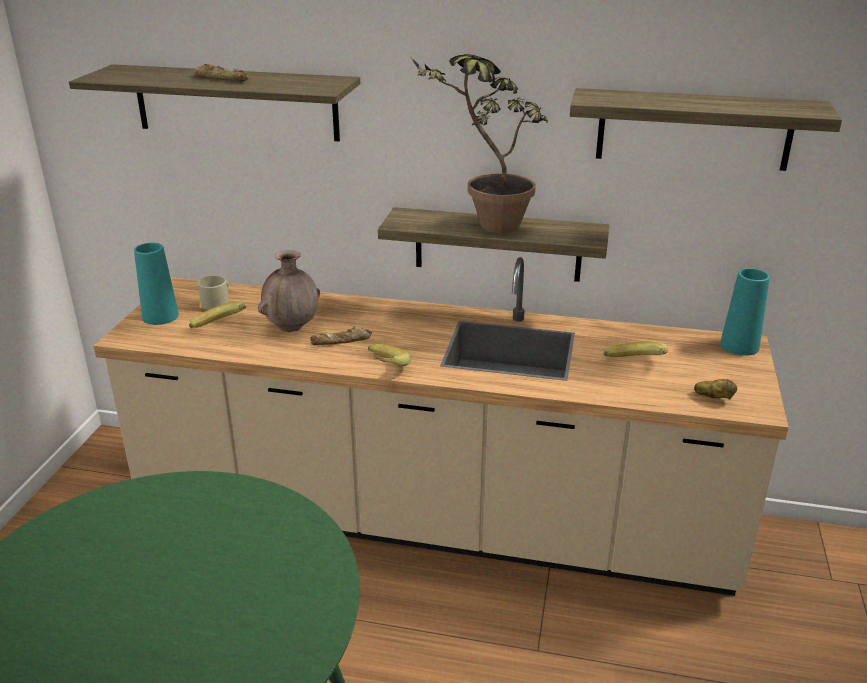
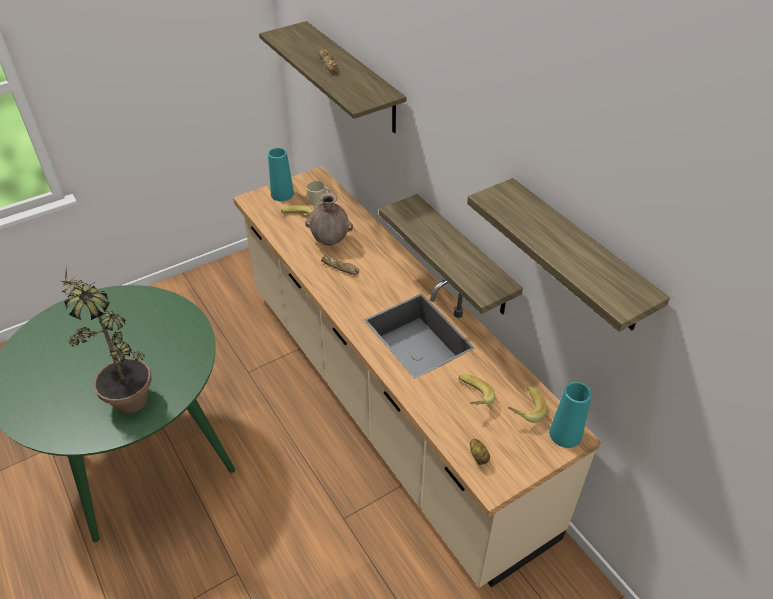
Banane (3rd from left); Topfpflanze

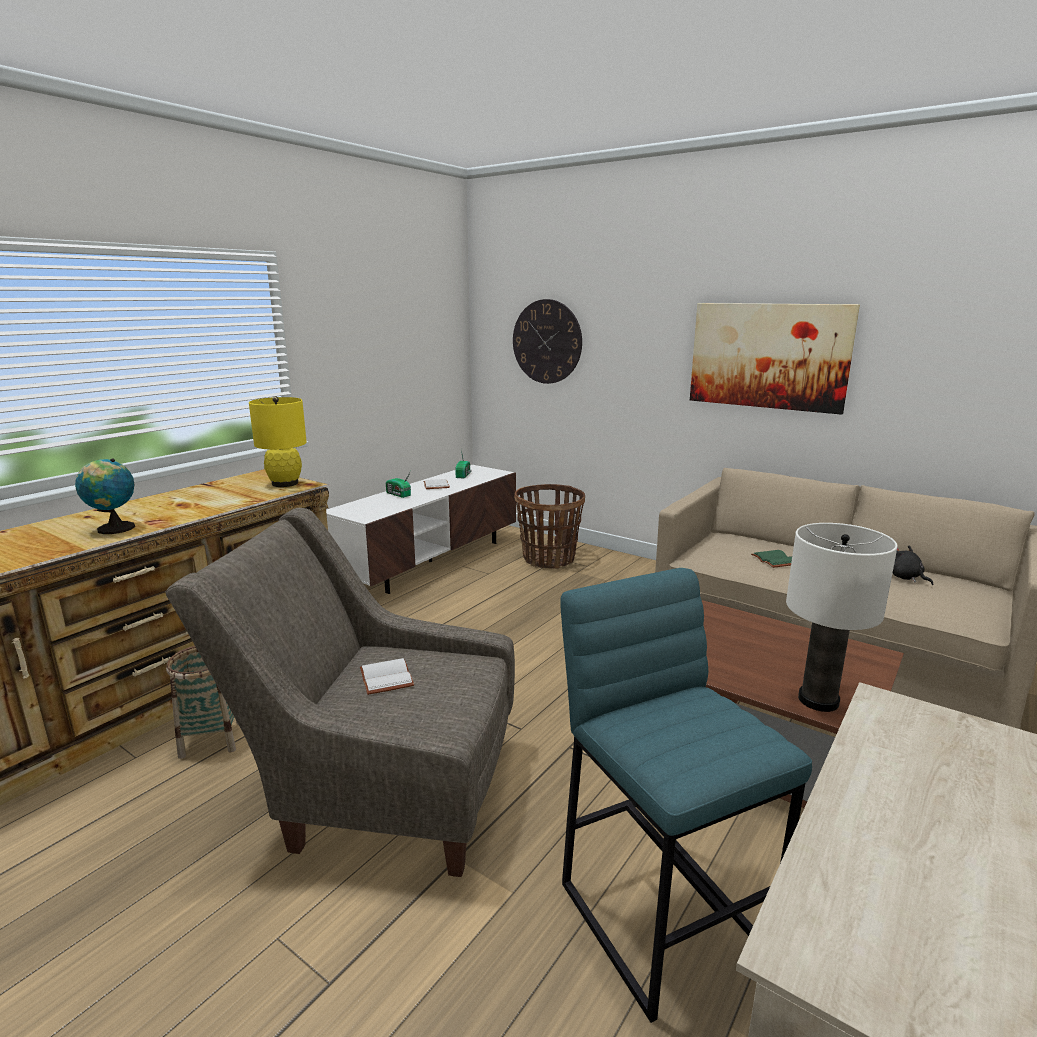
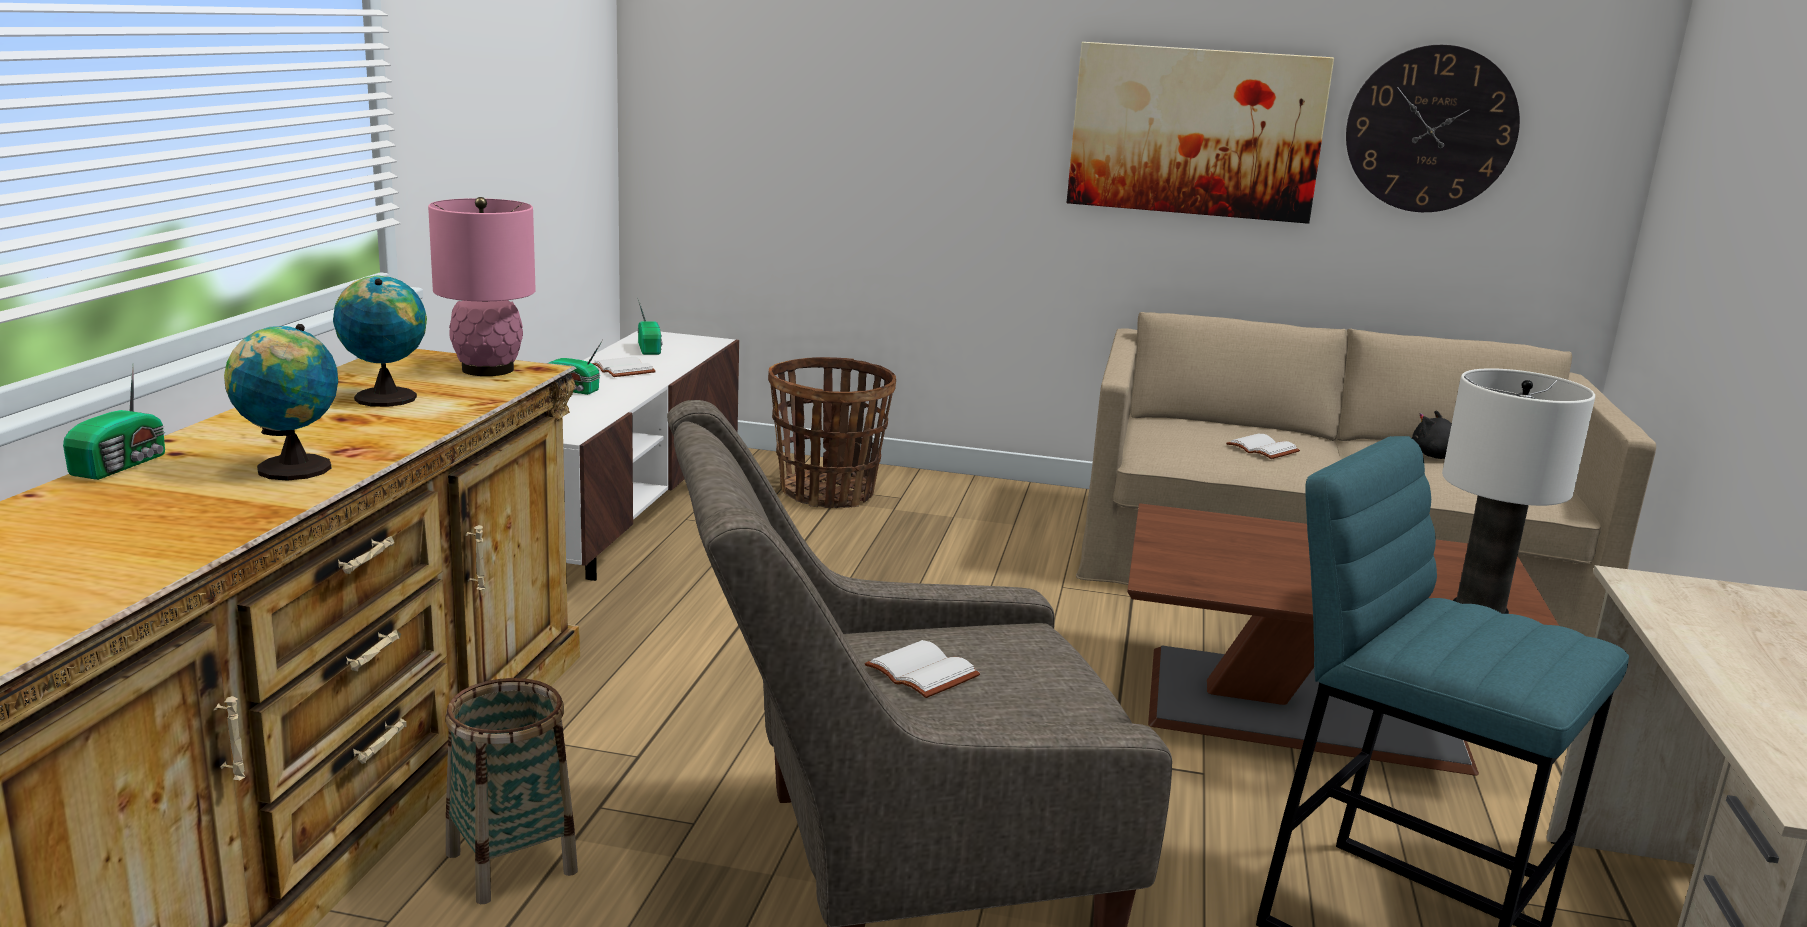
Tischlampe [rosa]; Wanduhr; Buch [weiß] (3rd from left); Radio (1st from left); Globus (2nd from left)

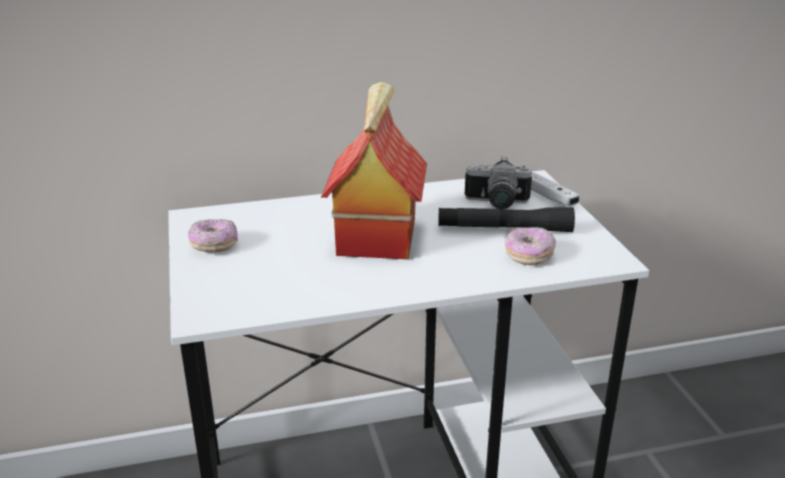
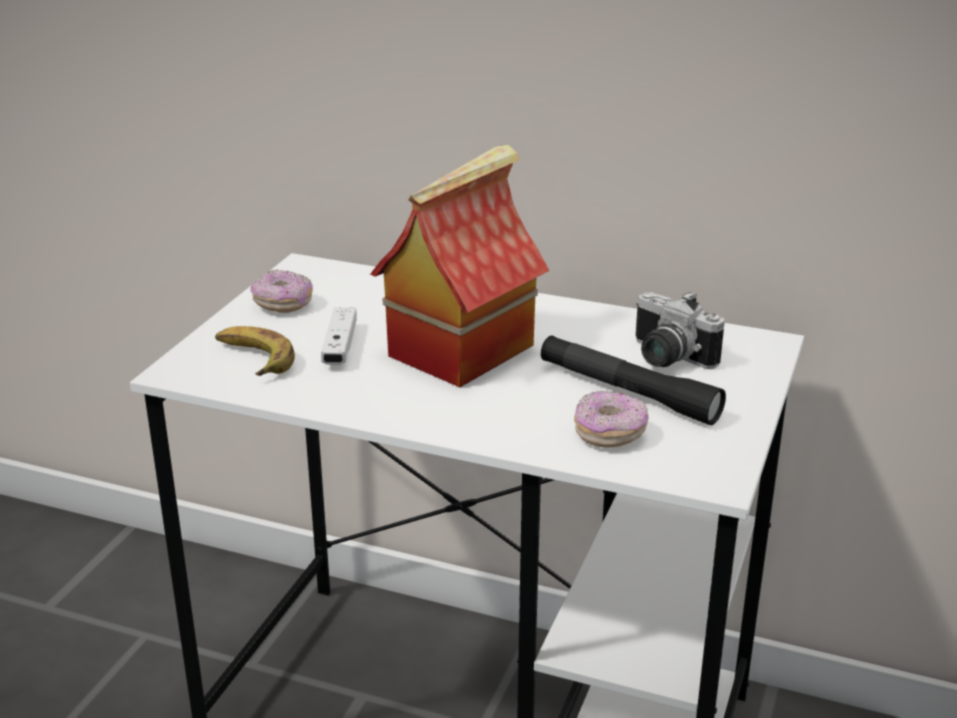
Gamepad [weiß]; Banane

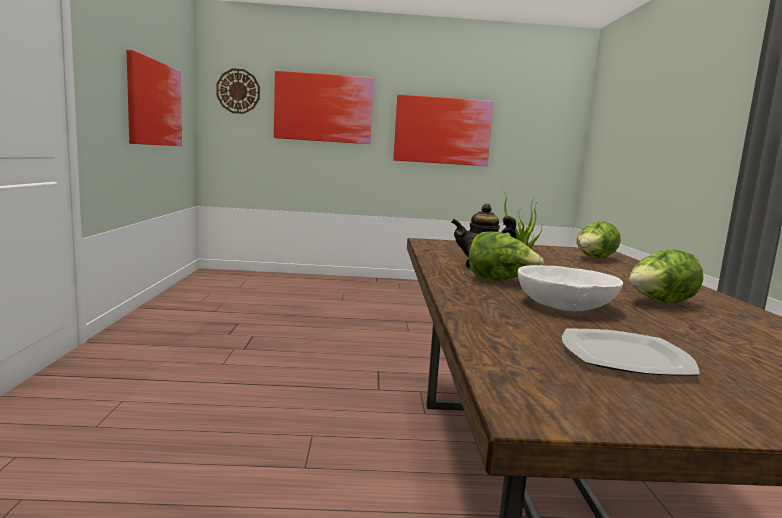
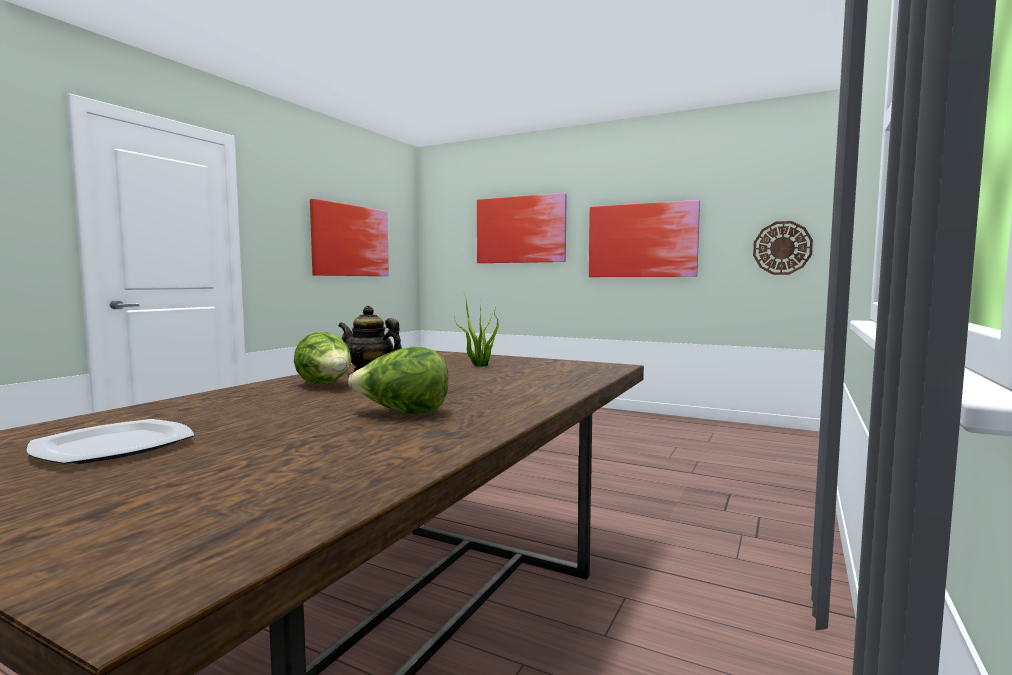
Wanduhr; Schüssel [weiß]; Salatkopf (2nd from left in the first image)

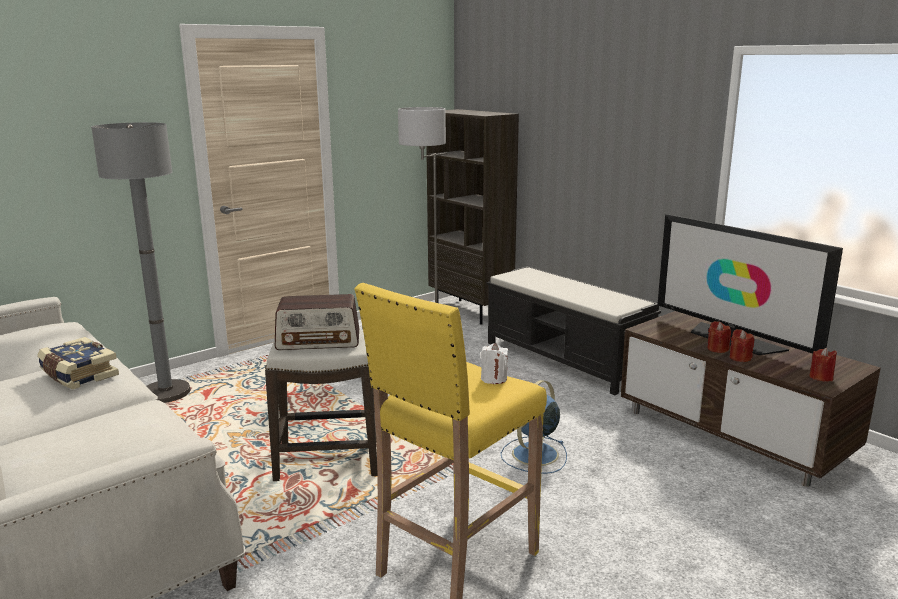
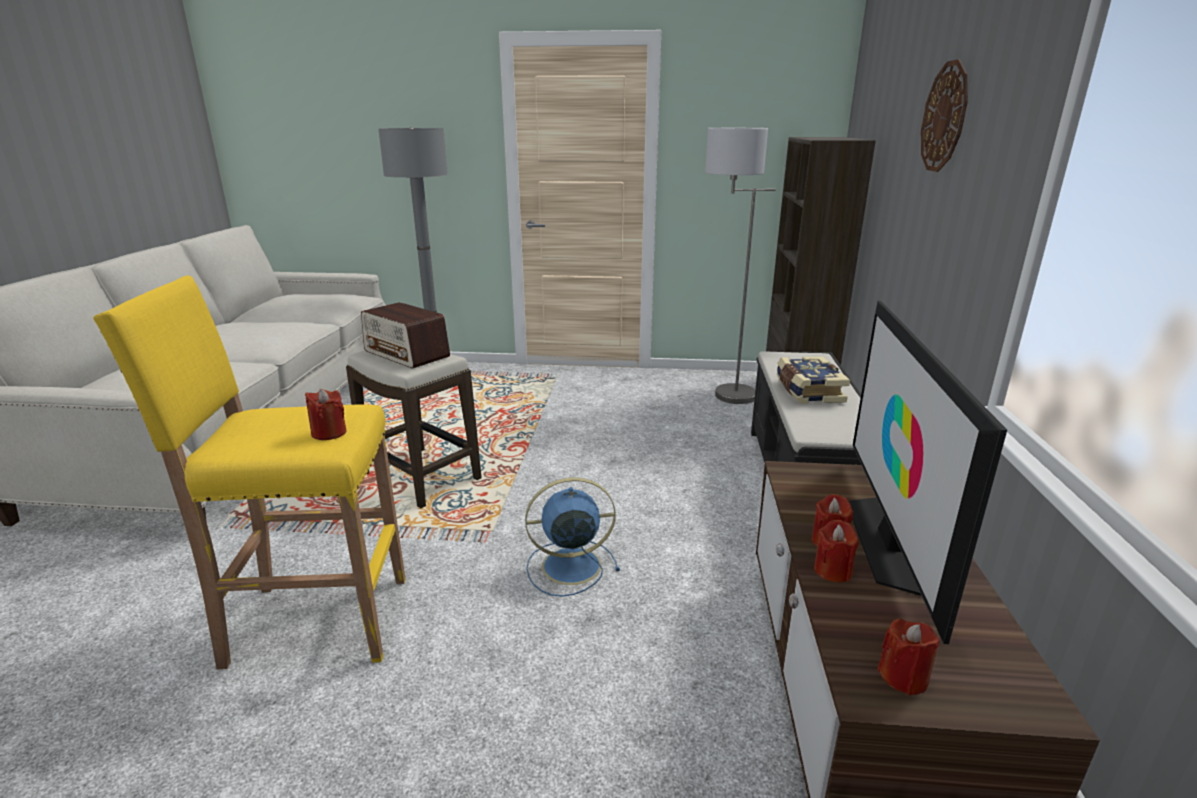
Buch; Kerze [rot] (1st from left); Wanduhr

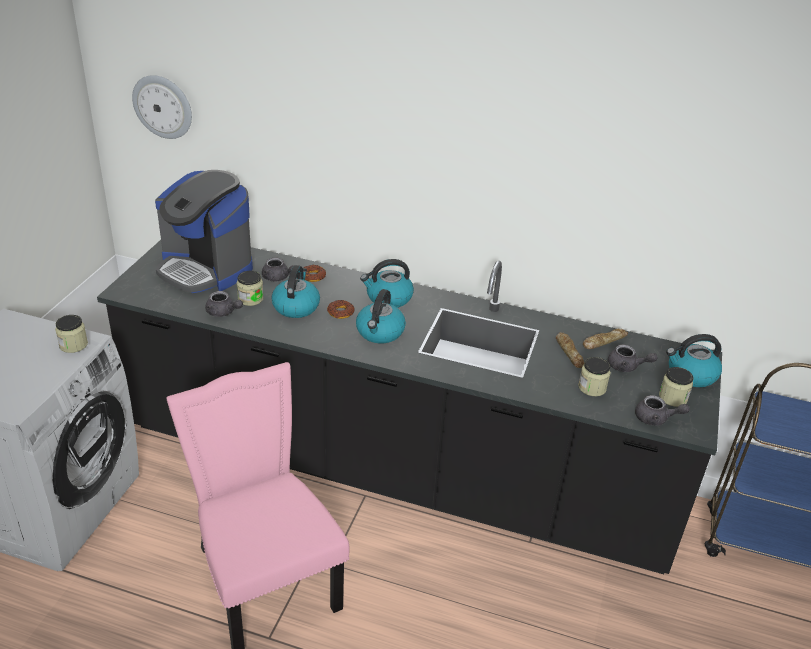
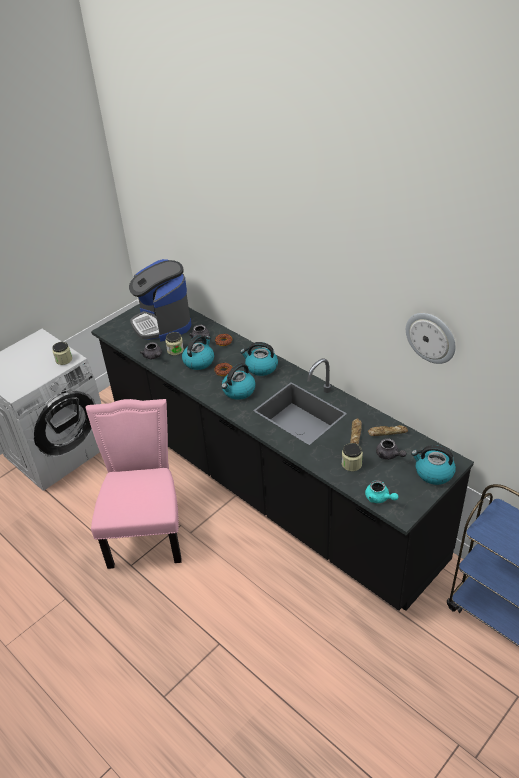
Wanduhr; Teekanne [türkis]; Vorratsglas (4th from left in the first image)

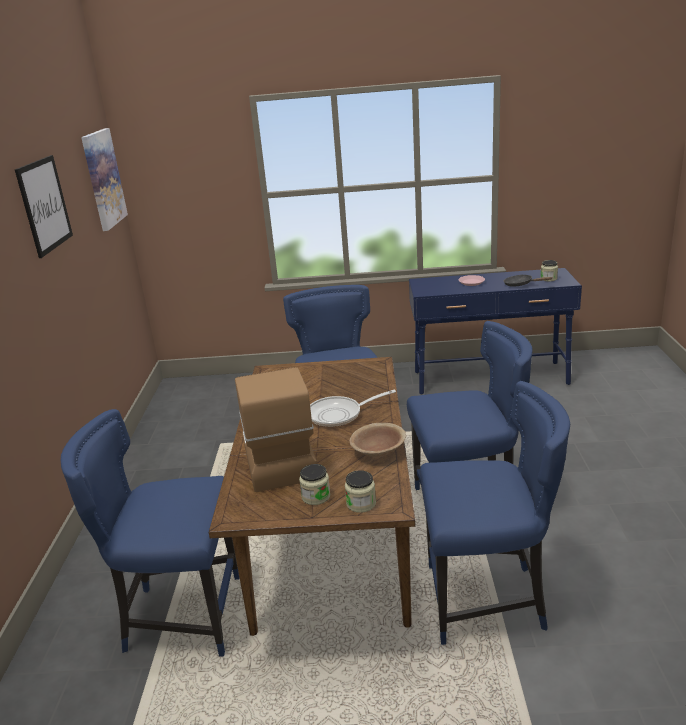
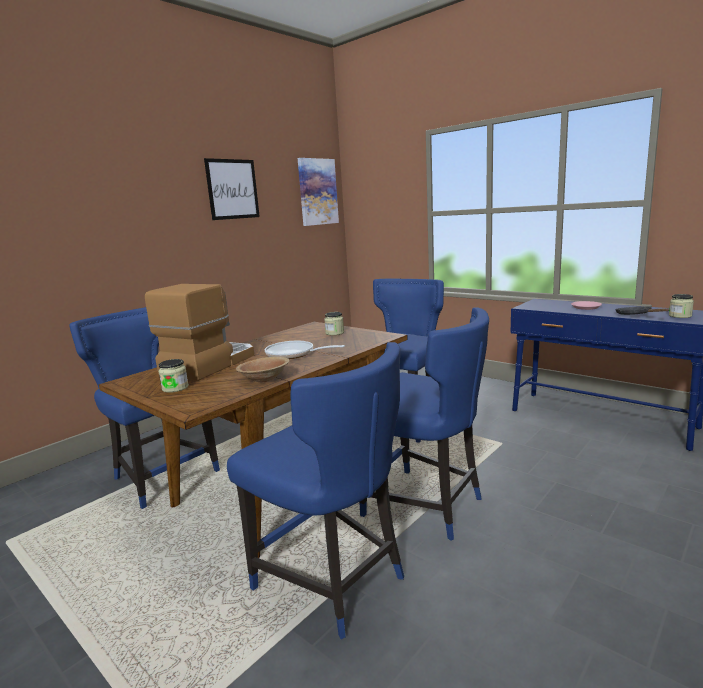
Vorratsglas (2nd from left)

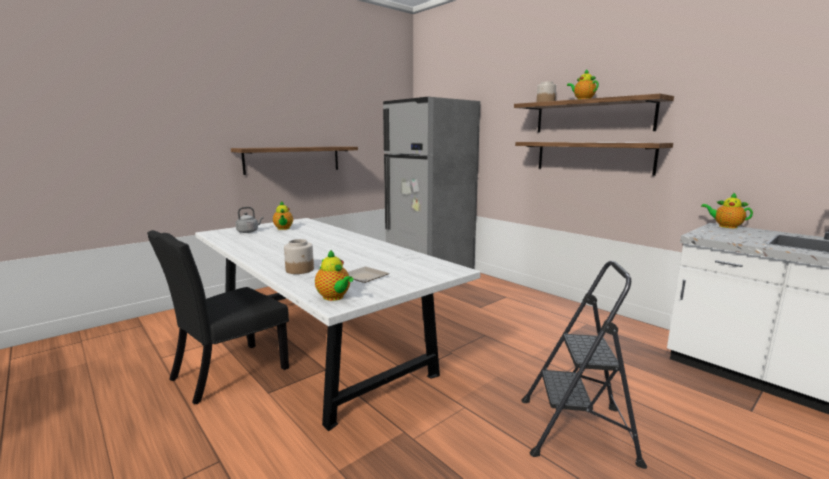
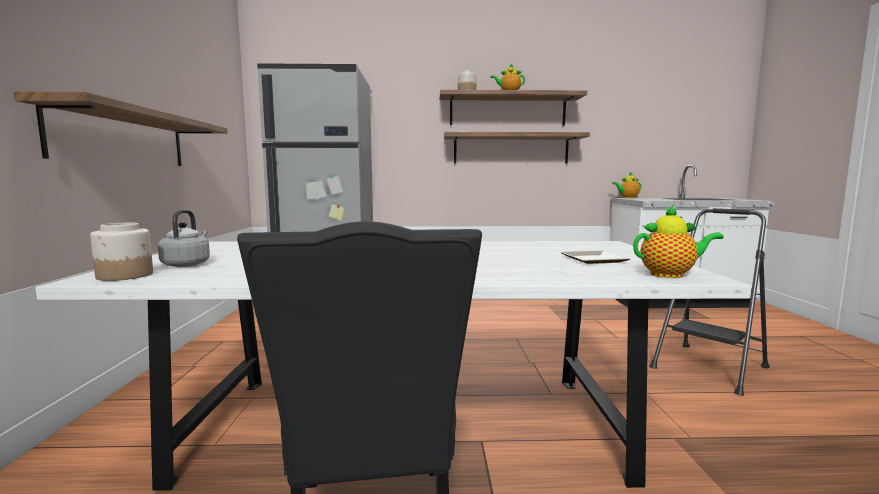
Teekanne (1st from left in the first image); Vorratsglas (1st from left)

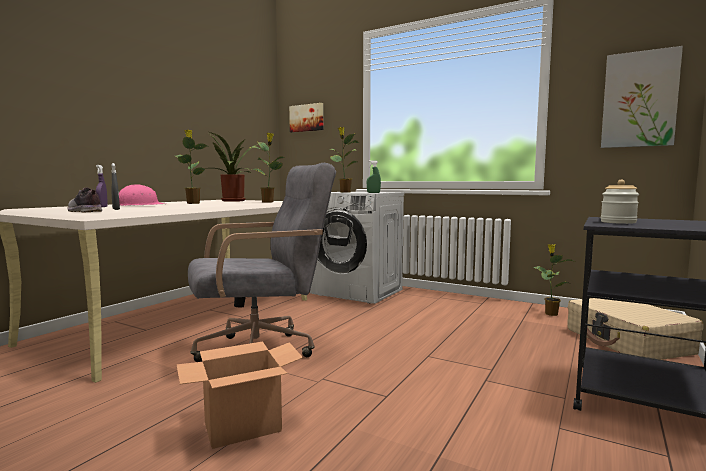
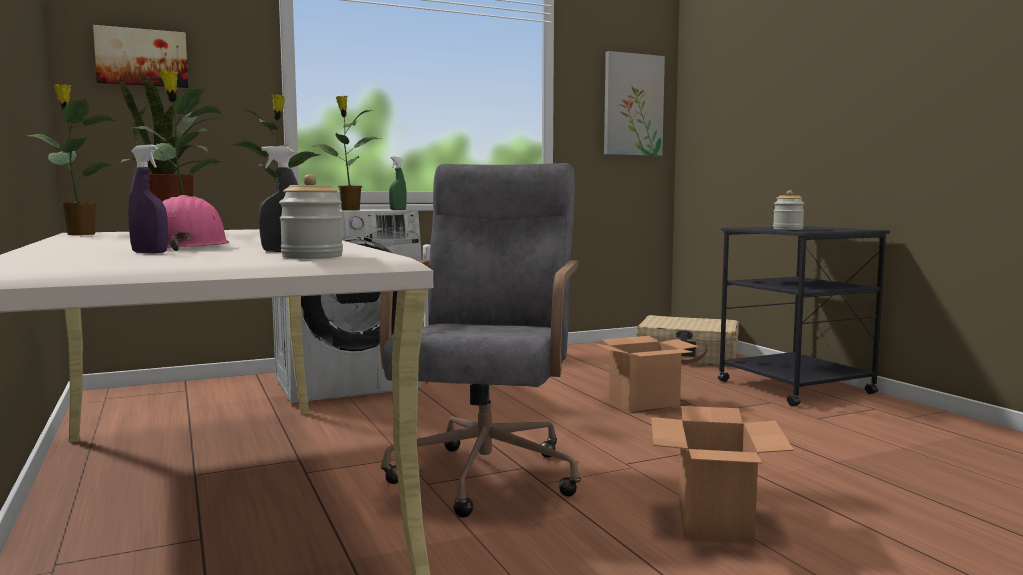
Vorratsglas (1st from left); Topfpflanze (1st from left); Karton (1st from left)

